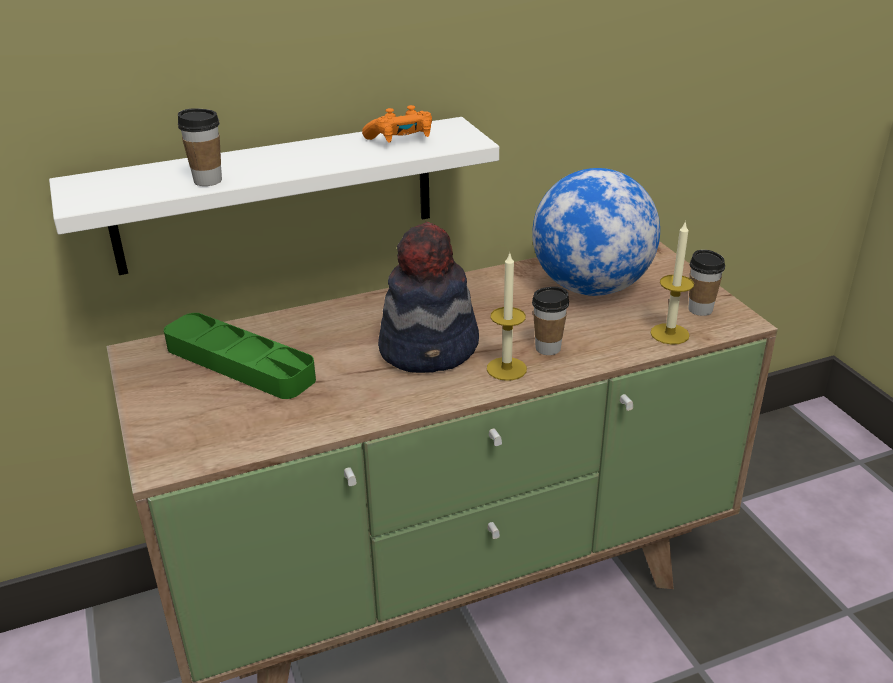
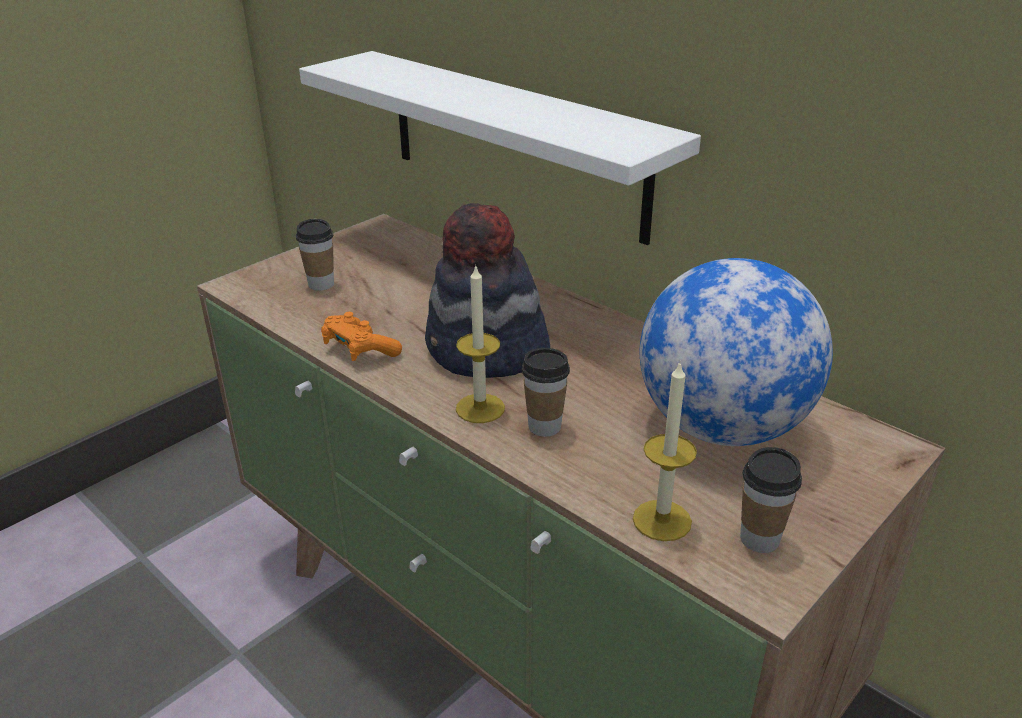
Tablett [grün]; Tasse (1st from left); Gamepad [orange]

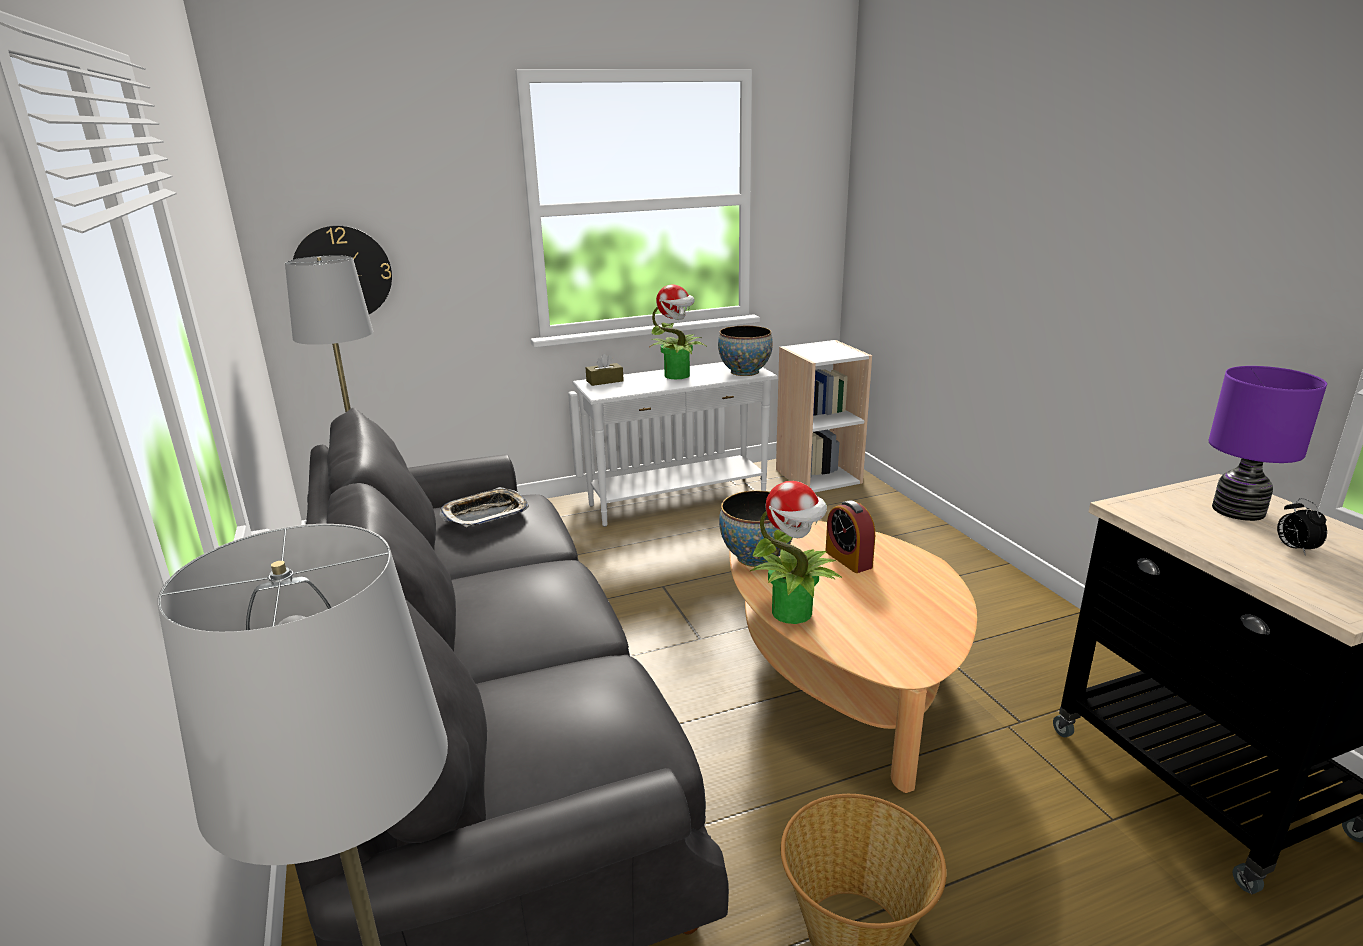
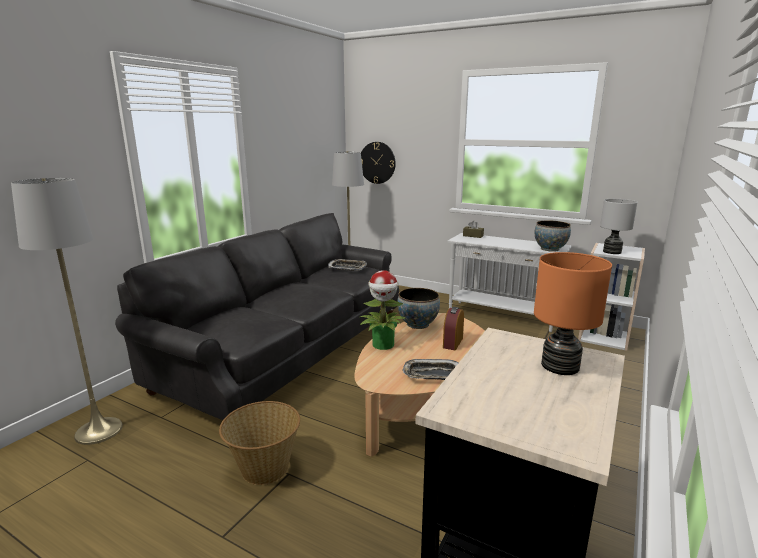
Topfpflanze (1st from left in the first image); Tischlampe [orange]; Wecker (2nd from left in the first image); Tablett (2nd from left); Tischlampe [grau]

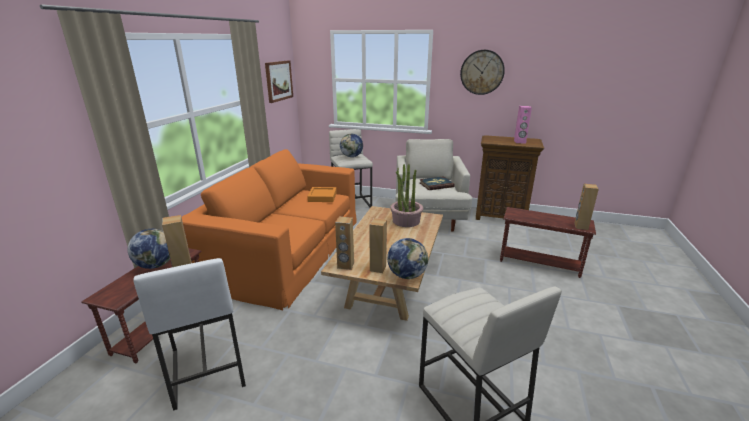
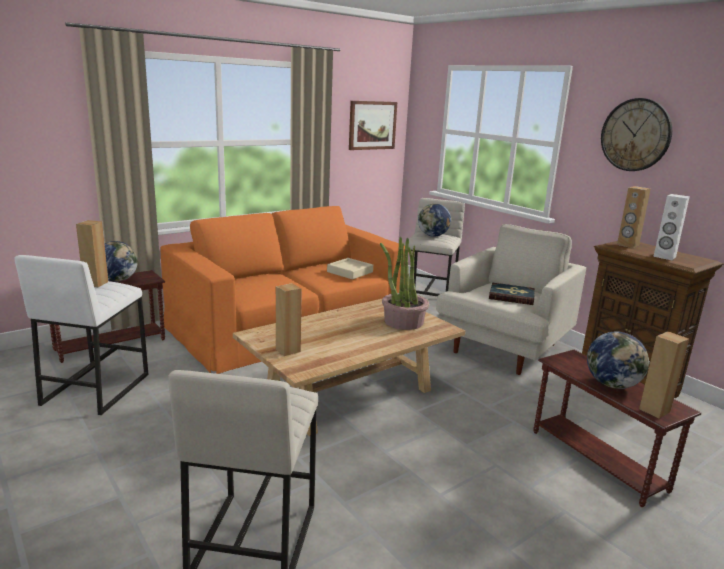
Tablett [beige]; Lautsprecher [braun] (3rd from left); Globus (3rd from left); Lautsprecher [weiß]

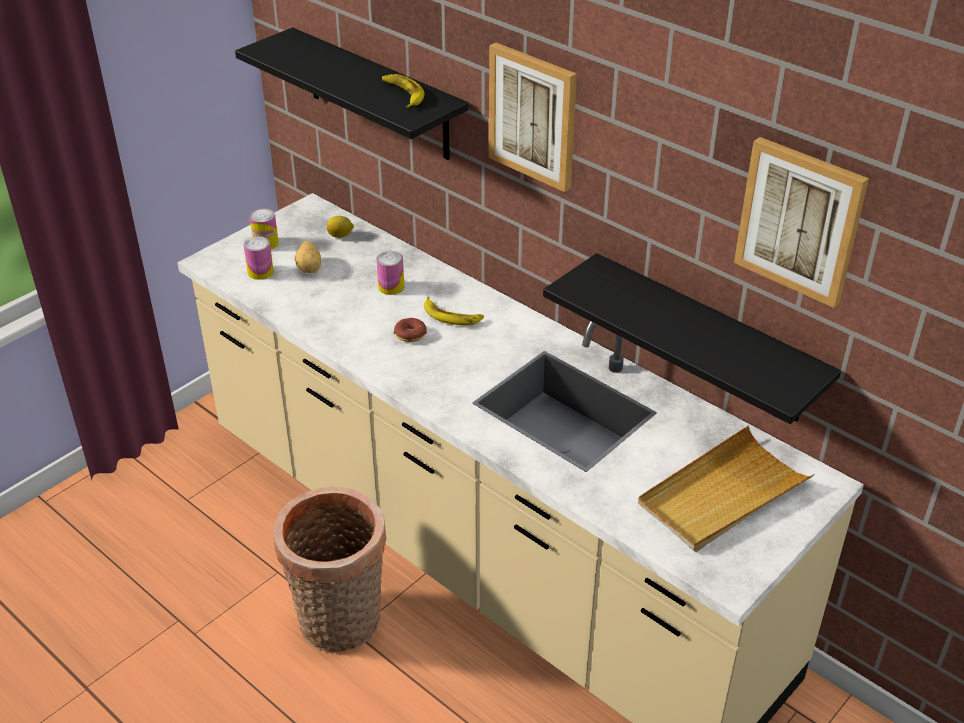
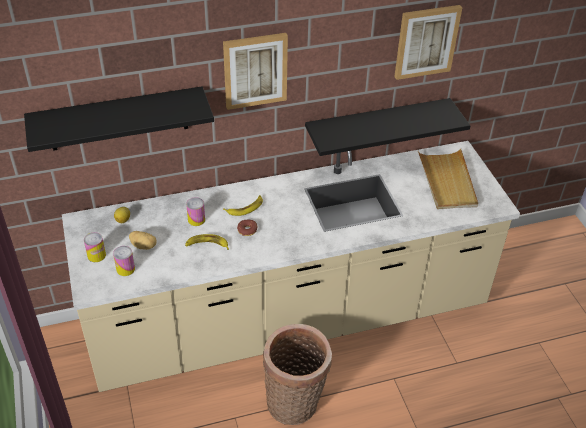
Banane (1st from left)

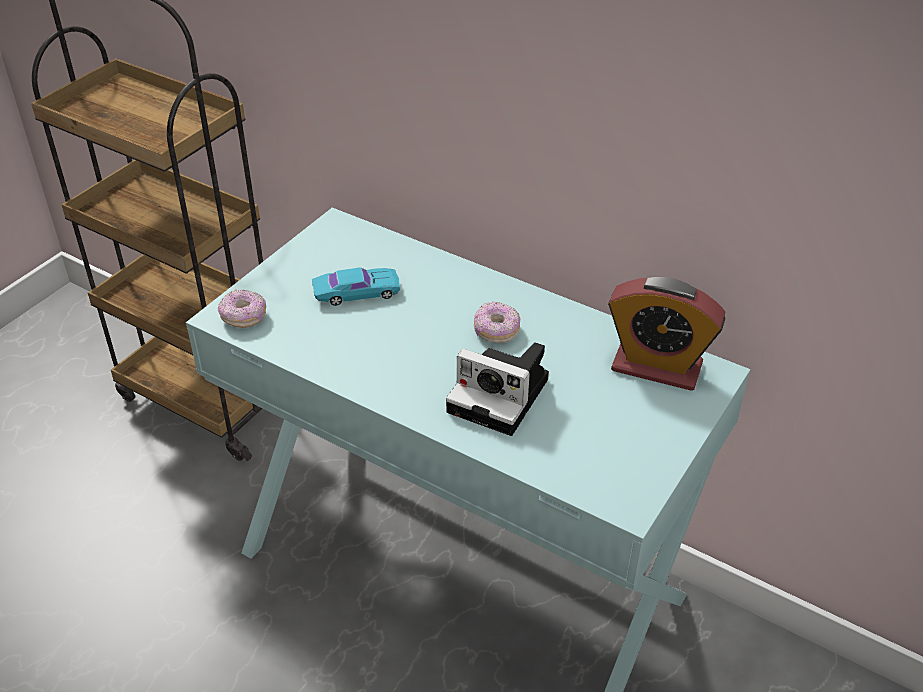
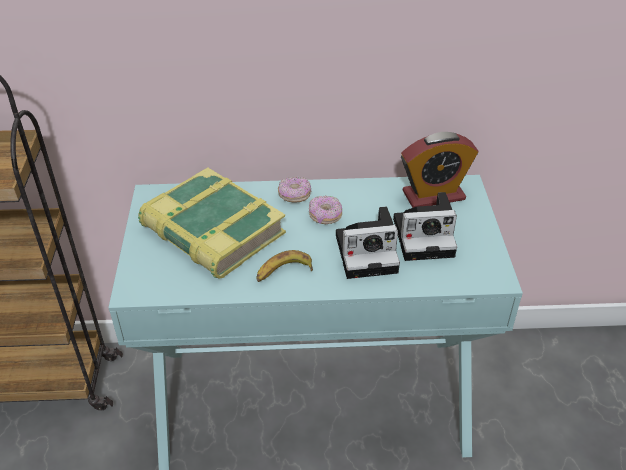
Donut (1st from left); Buch; Banane; Kamera (2nd from left)

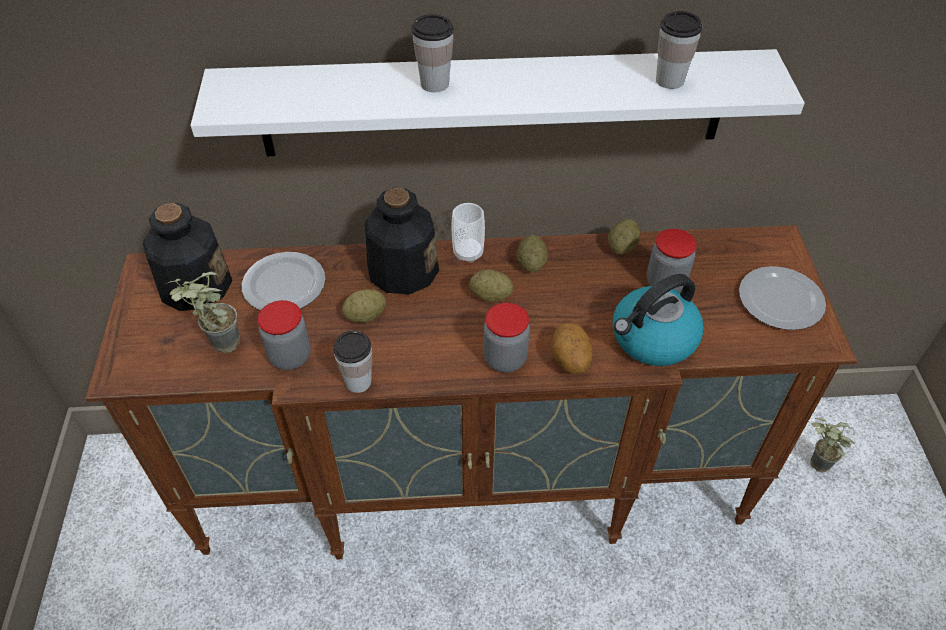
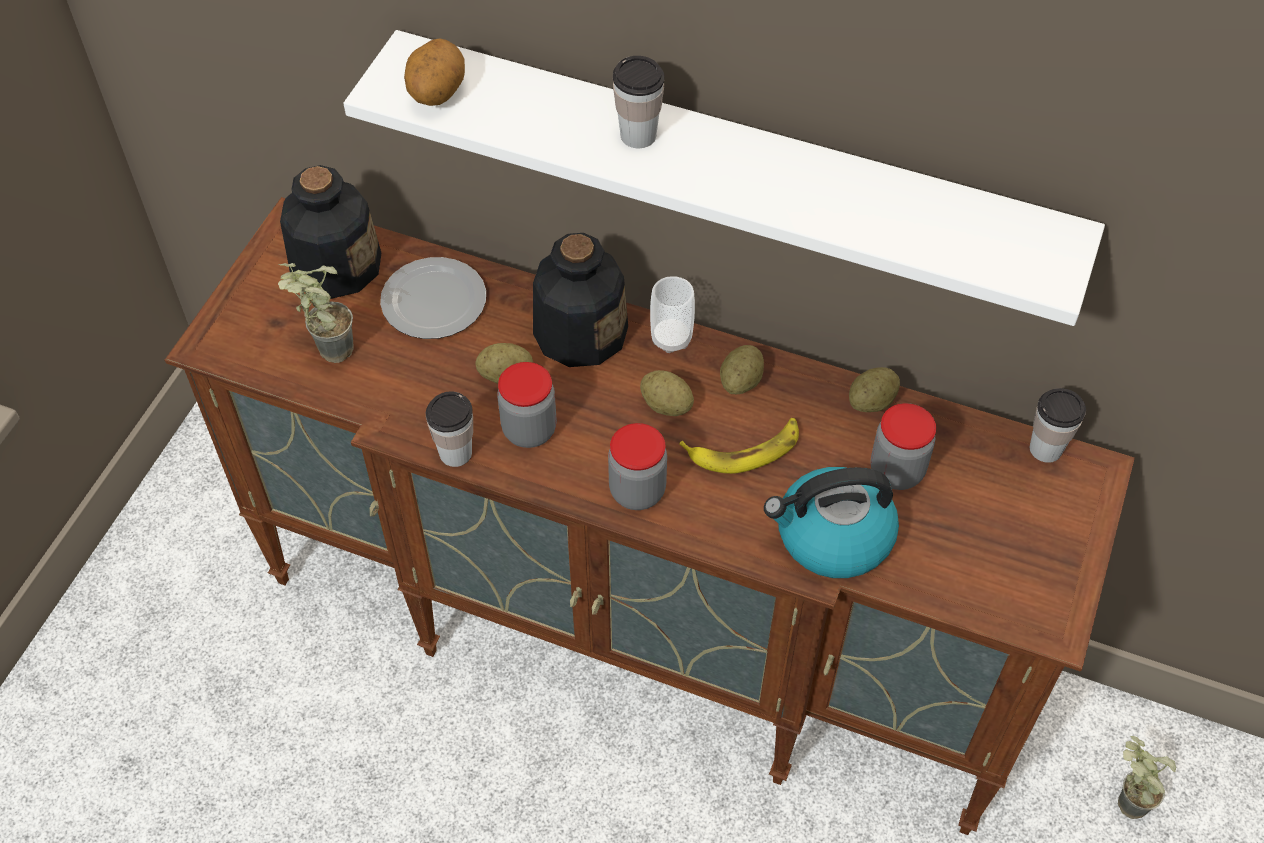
Vorratsglas (1st from left); Kartoffel (1st from left); Tasse (4th from left); Teller (2nd from left in the first image); Banane

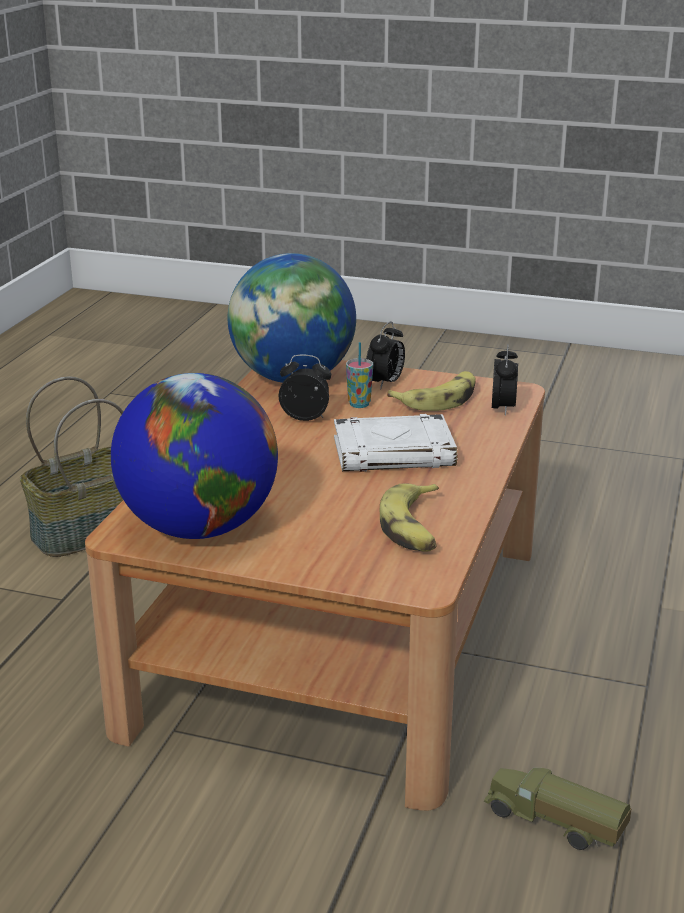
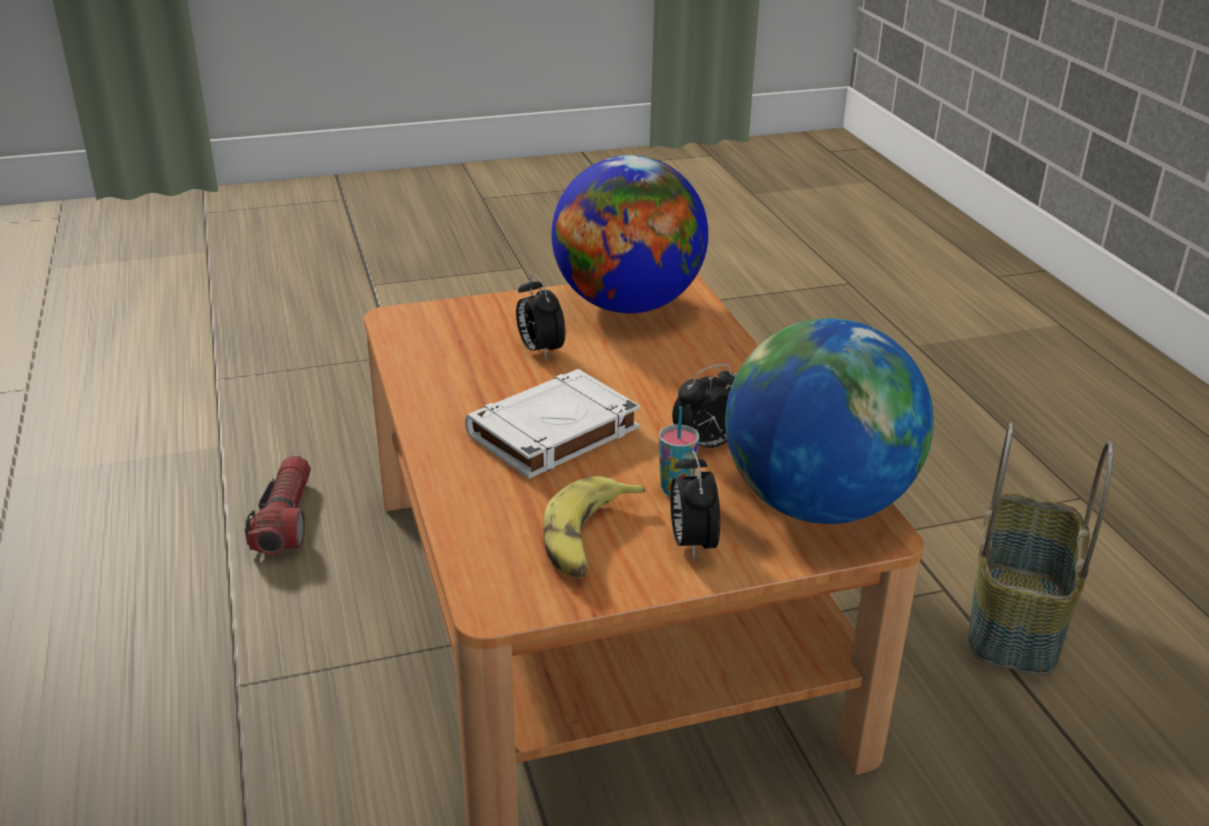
Banane (1st from left in the first image); Taschenlampe; Wecker (1st from left)

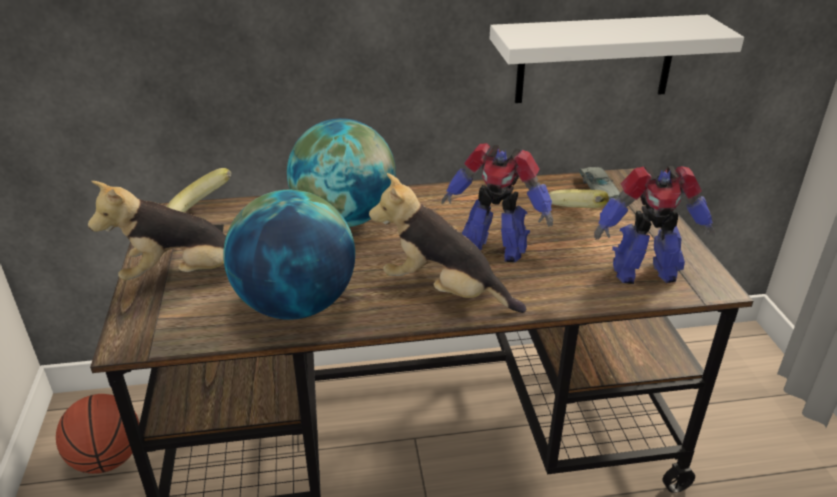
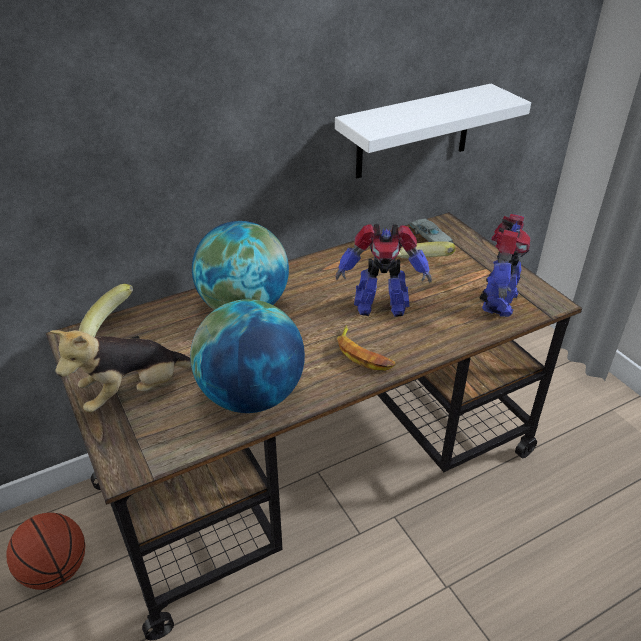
Banane (2nd from left); Spielzeugroboter (2nd from left)

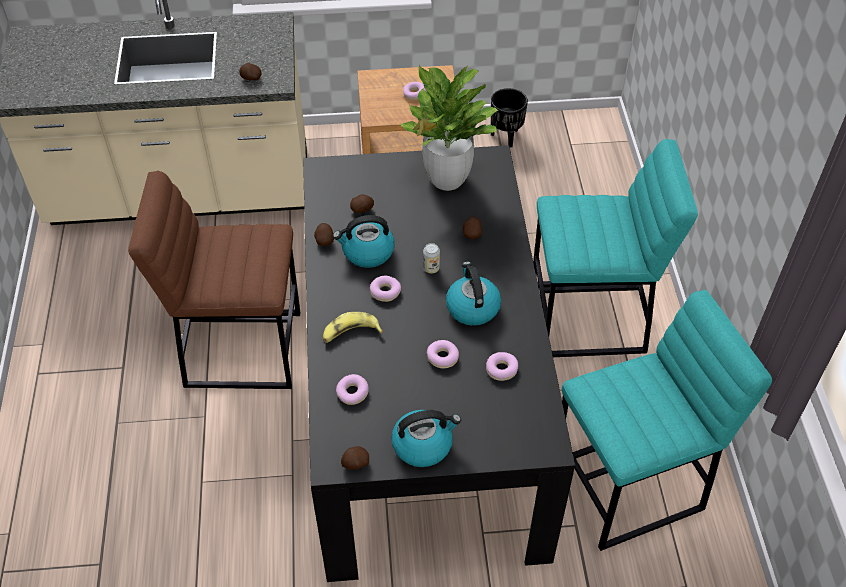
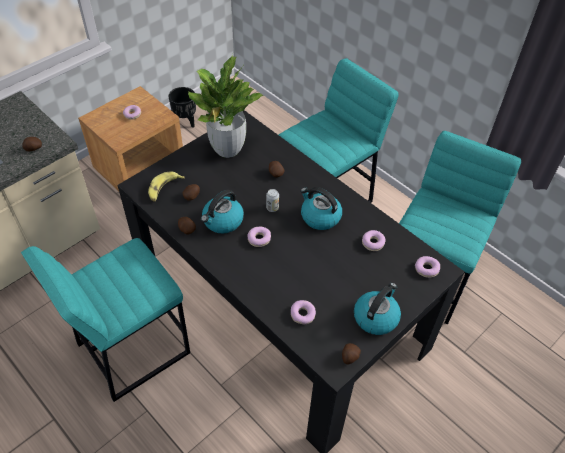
Stuhl [türkis] (1st from left); Banane; Donut (5th from left)

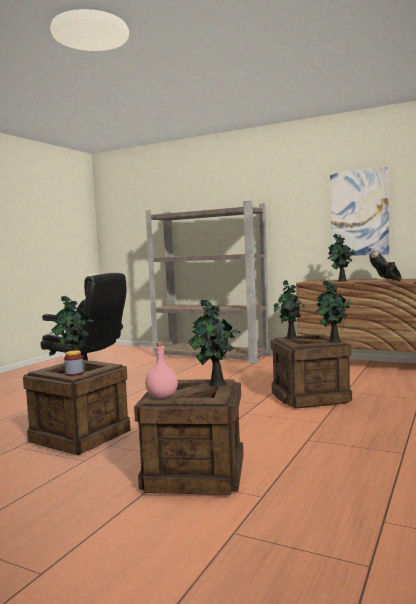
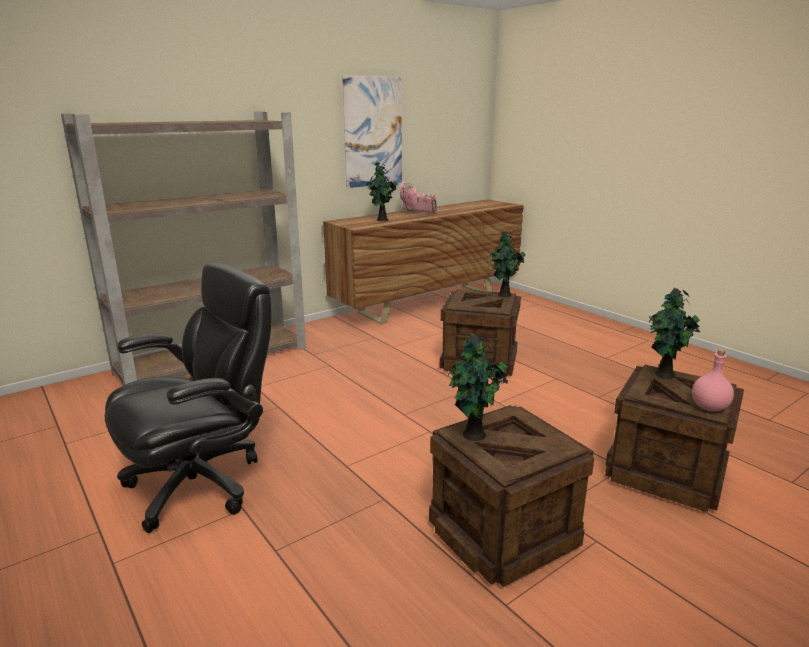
Vorratsglas; Topfpflanze (3rd from left in the first image); Stiefel [rosa]

